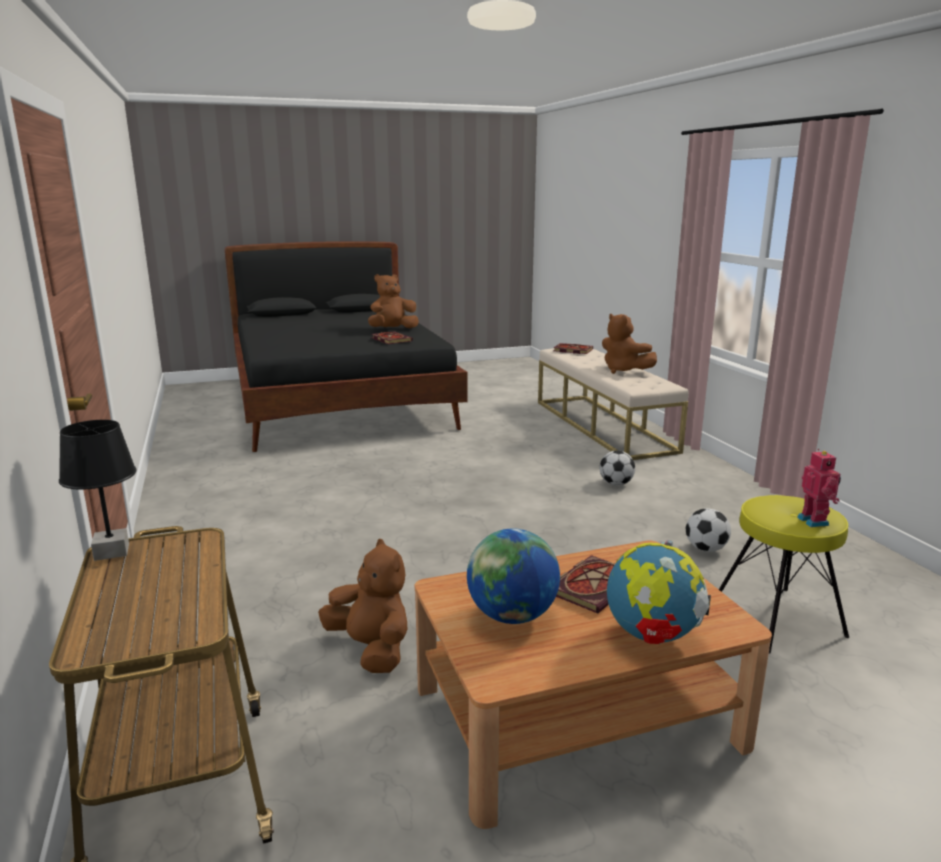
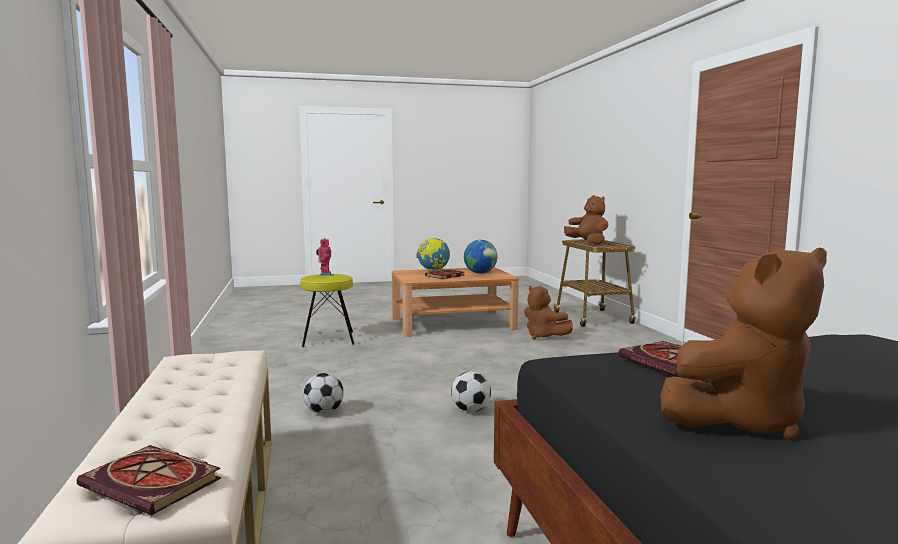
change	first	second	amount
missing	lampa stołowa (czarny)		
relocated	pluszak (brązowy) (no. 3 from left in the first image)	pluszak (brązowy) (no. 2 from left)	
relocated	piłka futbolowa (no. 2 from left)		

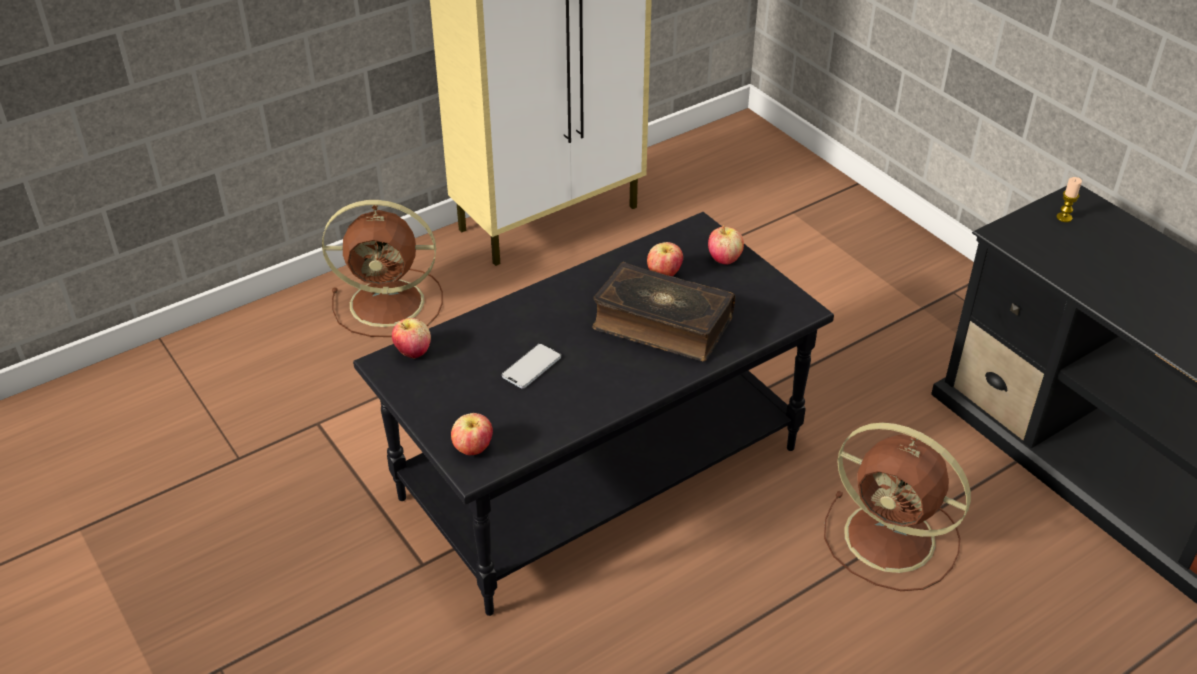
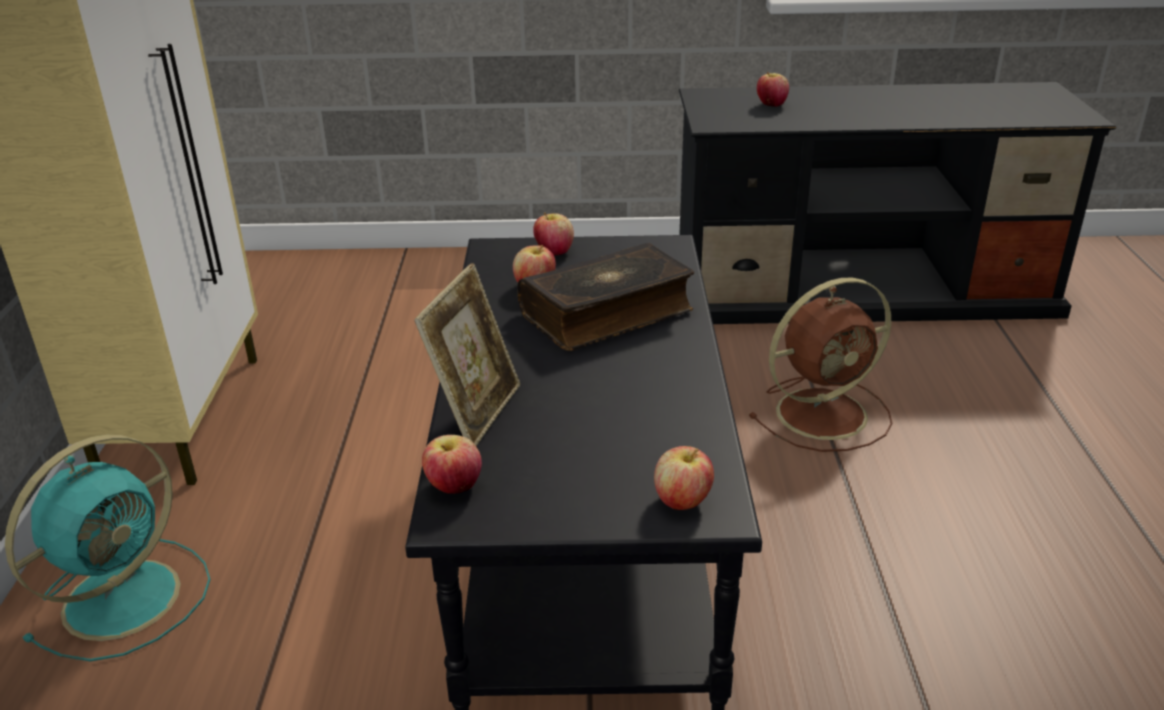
change	first	second	amount
missing	telefon		
missing	świeca		
appeared		ramka na zdjęcie	
appeared		jabłko (no. 5 from left)	
colour	wentylator (brązowy) (no. 1 from left)	wentylator (turkusowy)	

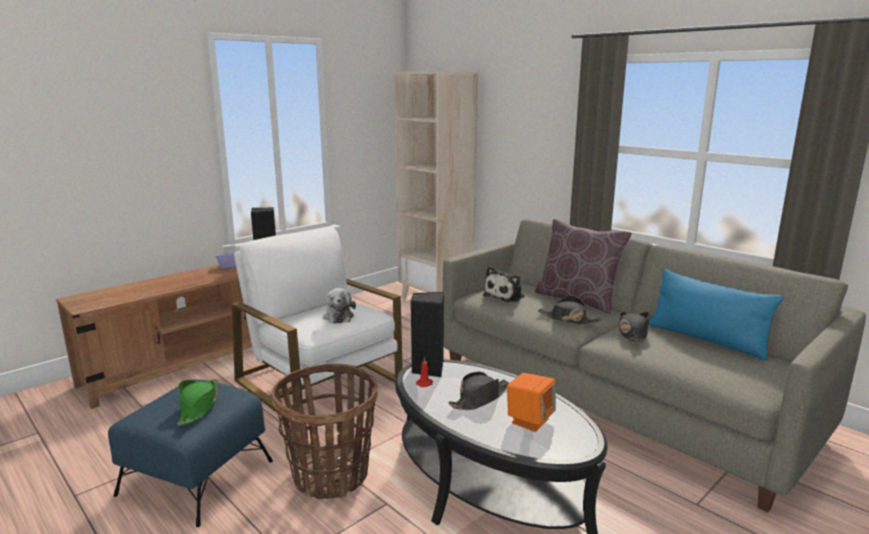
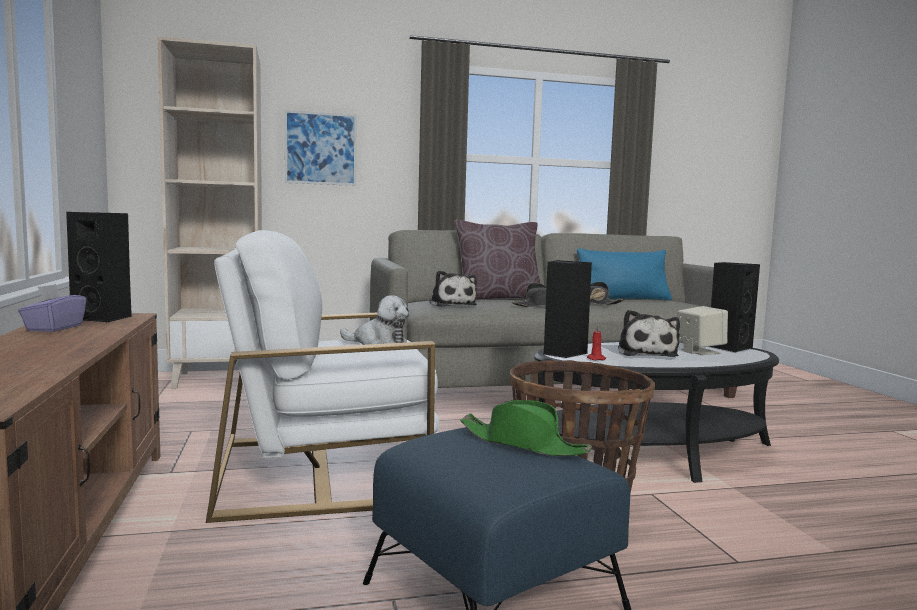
change	first	second	amount
appeared		obraz	
appeared		głośnik (czarny) (no. 3 from left)	
exchanged	kapelusz (czarny) (no. 1 from left)	pluszak (no. 3 from left)	
colour	głośnik (pomarańczowy)	głośnik (beżowy)	

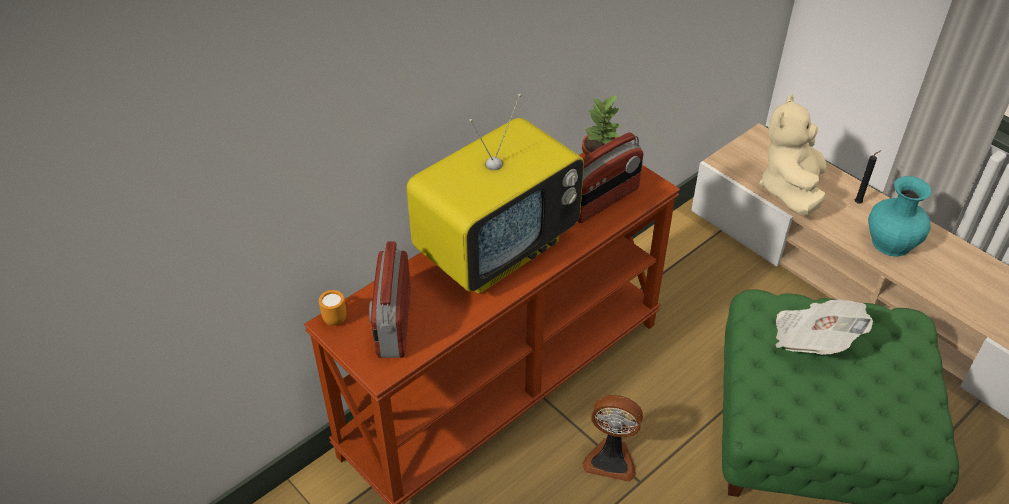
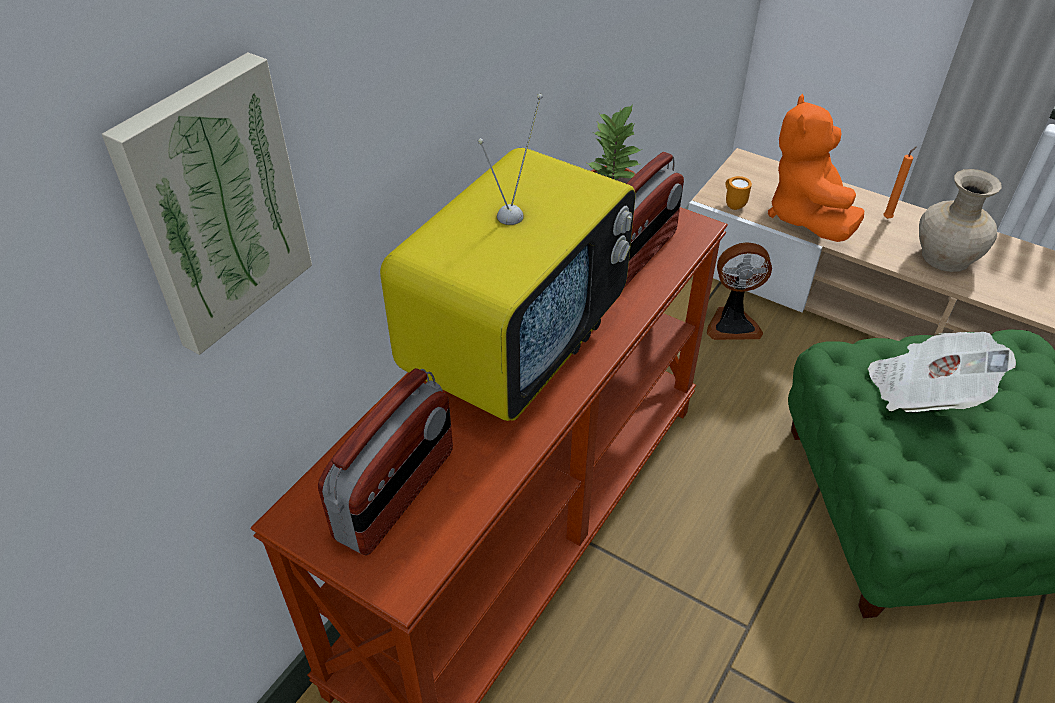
change	first	second	amount
appeared		obraz	
relocated	kubek (pomarańczowy)		
relocated	wentylator		
colour	pluszak (beżowy)	pluszak (pomarańczowy)	
colour	świeca (czarny)	świeca (pomarańczowy)	
colour	wazon (turkusowy)	wazon (beżowy)	
spun	radio (no. 1 from left)		135 degrees counterclockwise

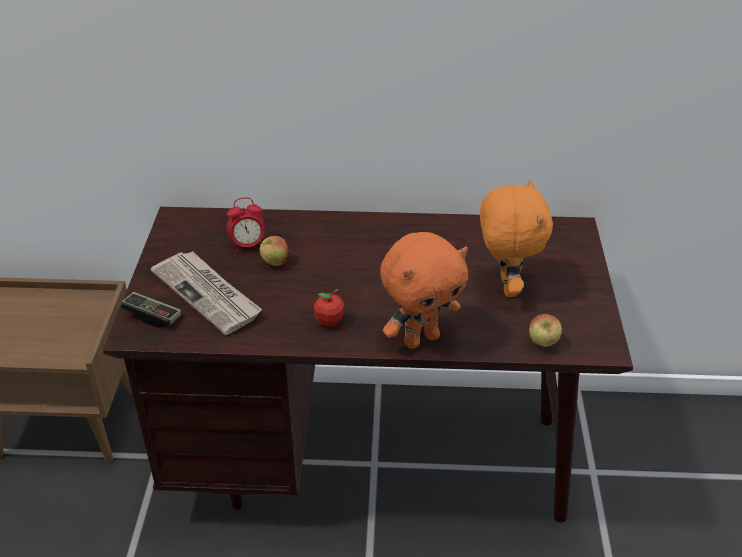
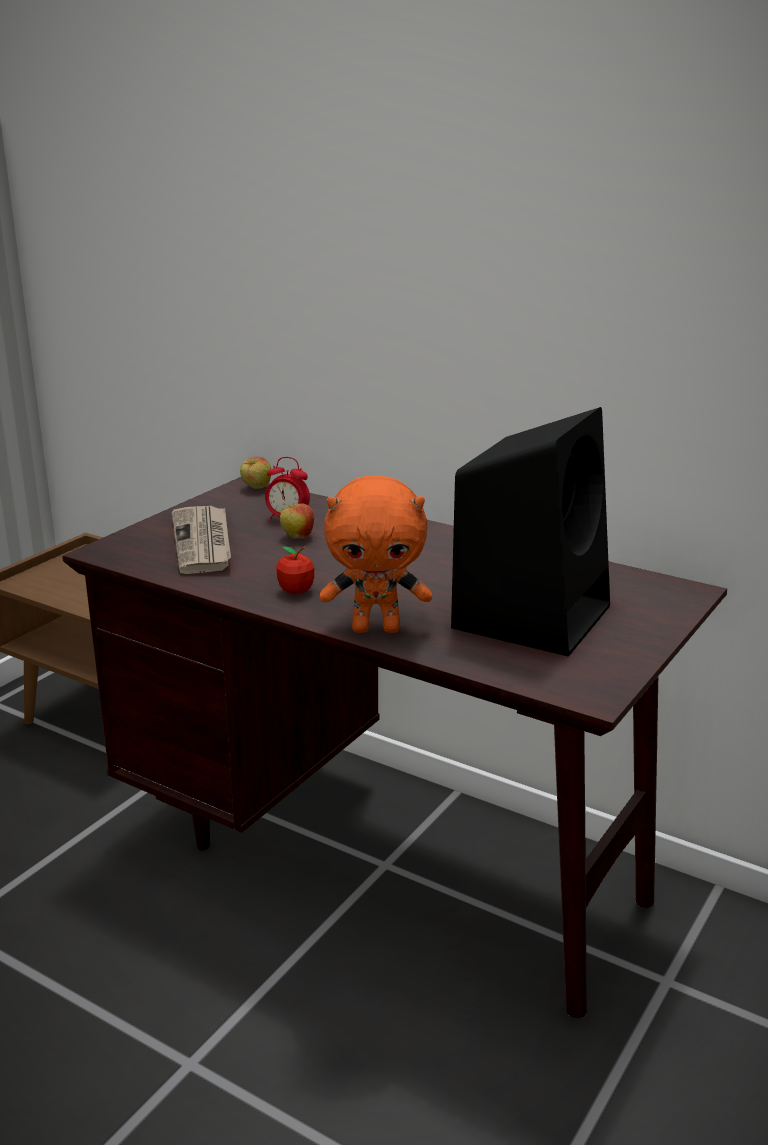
change	first	second	amount
missing	pad do gier		
relocated	jabłko (no. 3 from left in the first image)	jabłko (no. 1 from left)	
exchanged	pluszak (pomarańczowy) (no. 2 from left)	głośnik (czarny)	

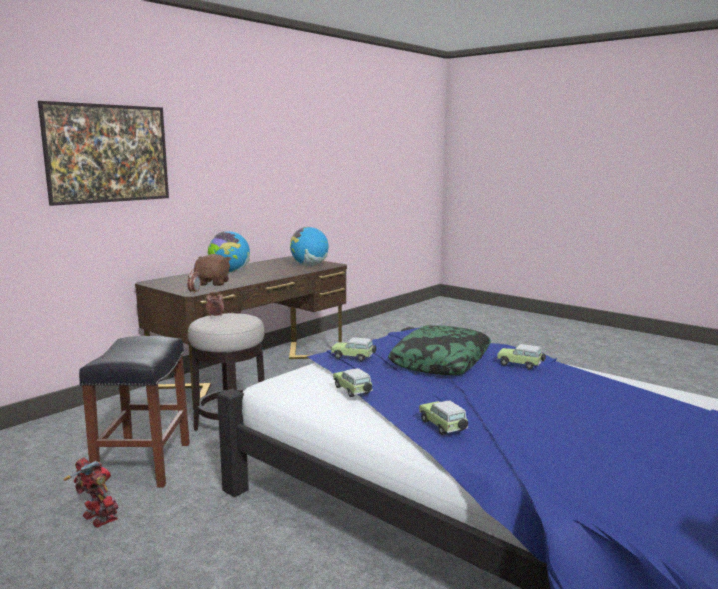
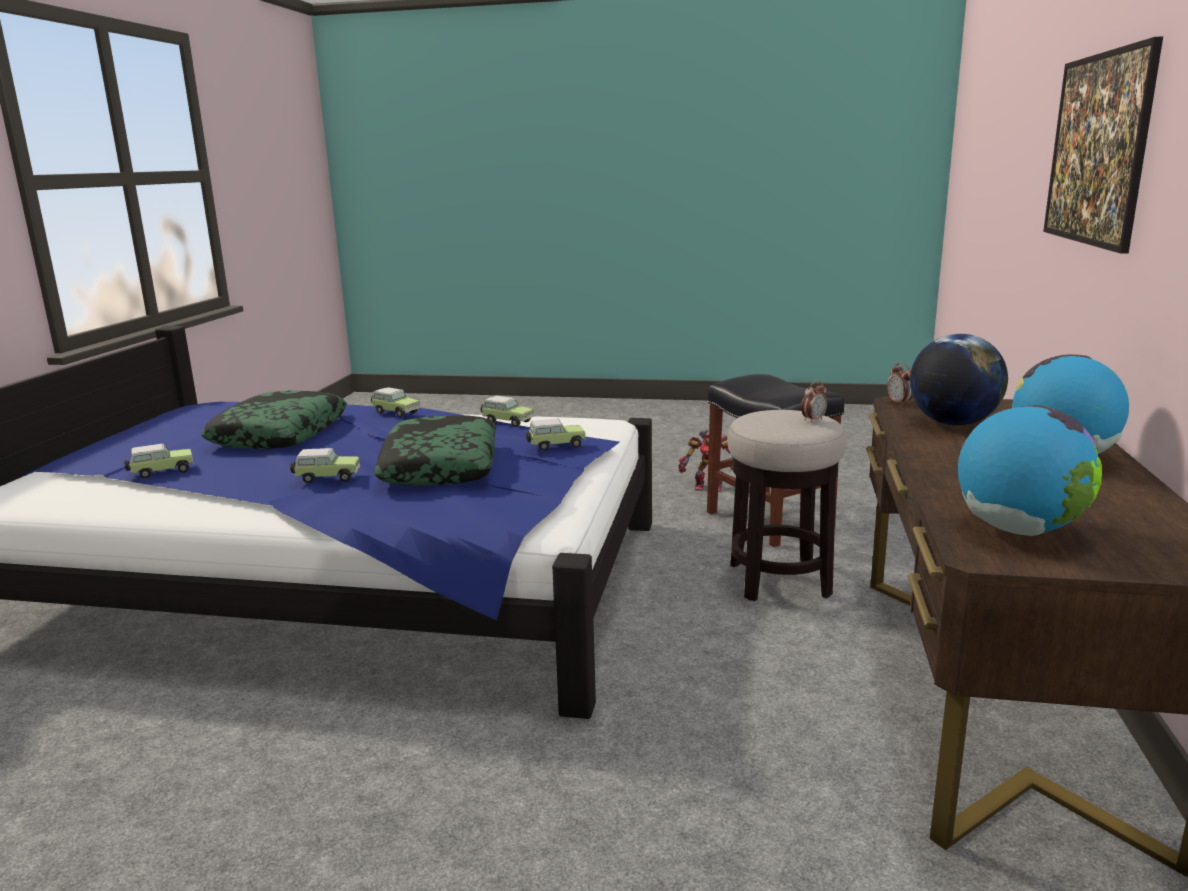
change	first	second	amount
appeared		samochodzik (no. 1 from left)	
appeared		poduszka (no. 1 from left)	
exchanged	pluszak (brązowy)	globus (no. 1 from left)	

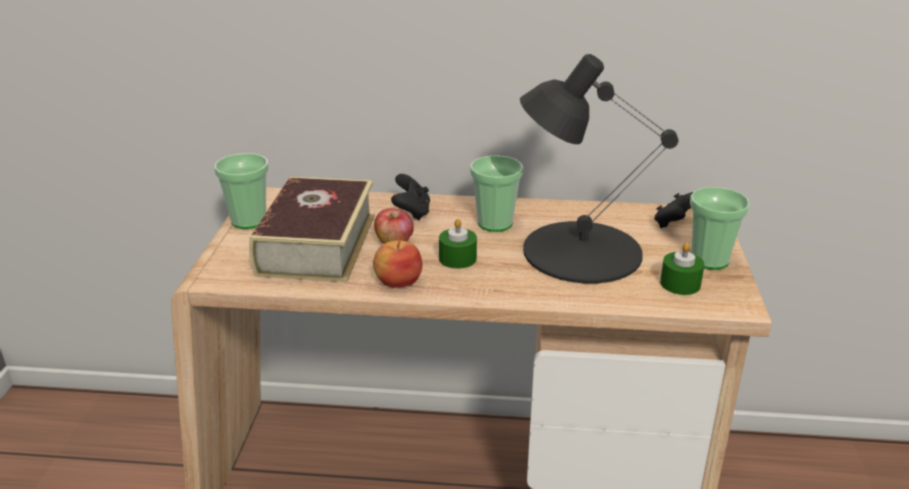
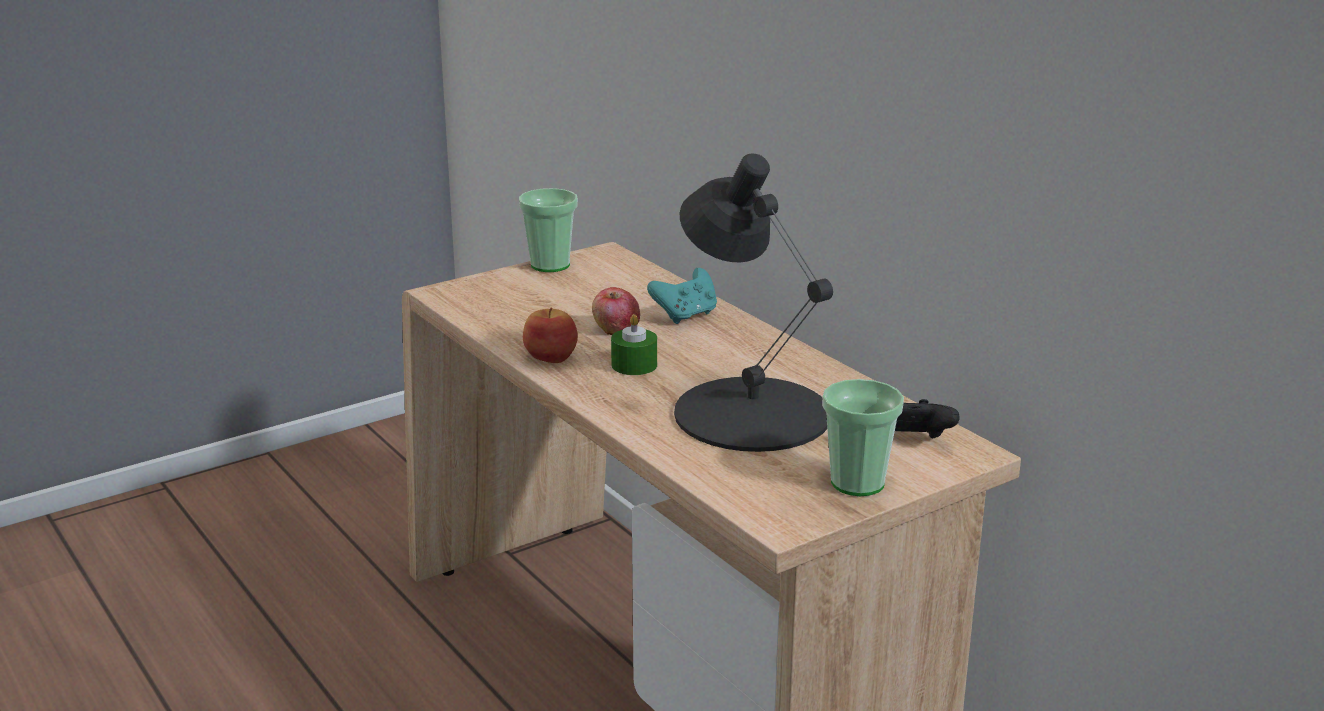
change	first	second	amount
missing	książka		
missing	filiżanka (no. 2 from left)		
missing	świeca (zielony) (no. 2 from left)		
colour	pad do gier (czarny) (no. 1 from left)	pad do gier (turkusowy)	

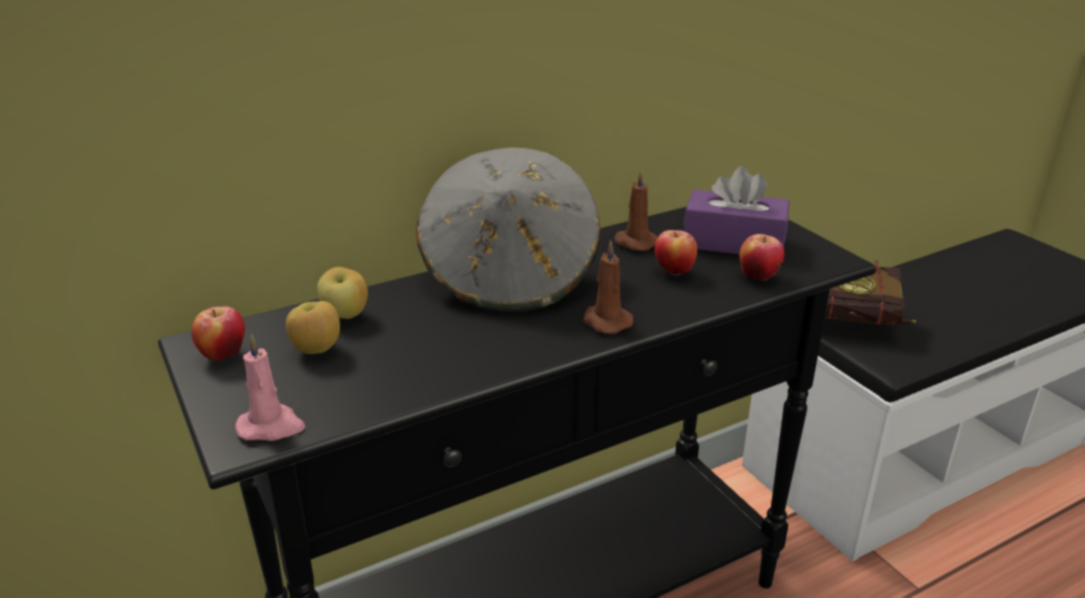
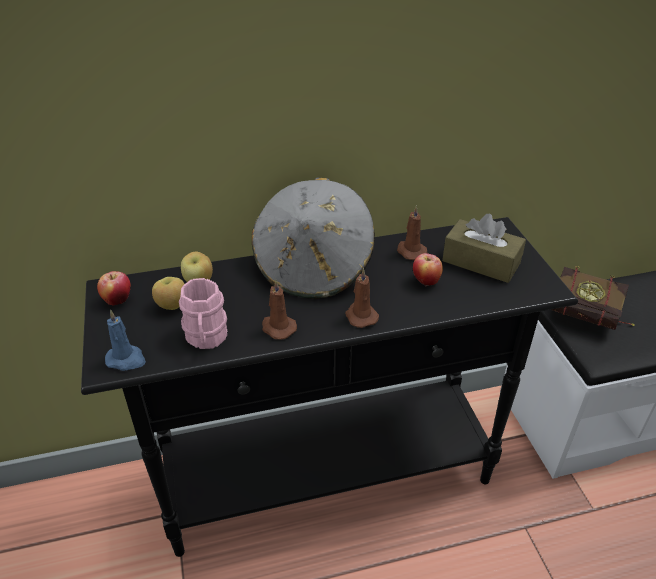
change	first	second	amount
missing	jabłko (no. 5 from left)		
appeared		kubek (różowy)	
appeared		świeca (brązowy) (no. 1 from left)	
colour	świeca (różowy)	świeca (niebieski)	
colour	pudełko chusteczek (fioletowy)	pudełko chusteczek (brązowy)	

